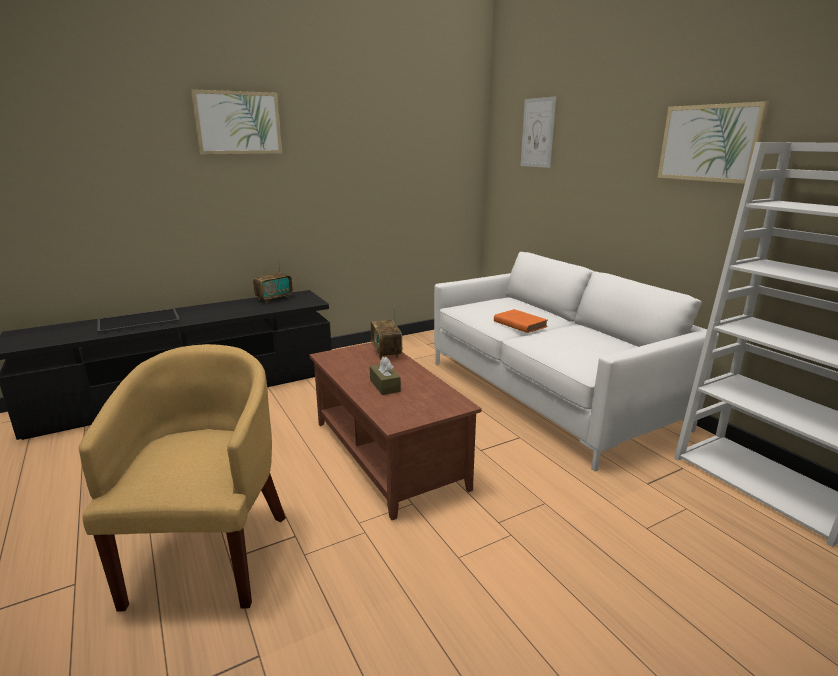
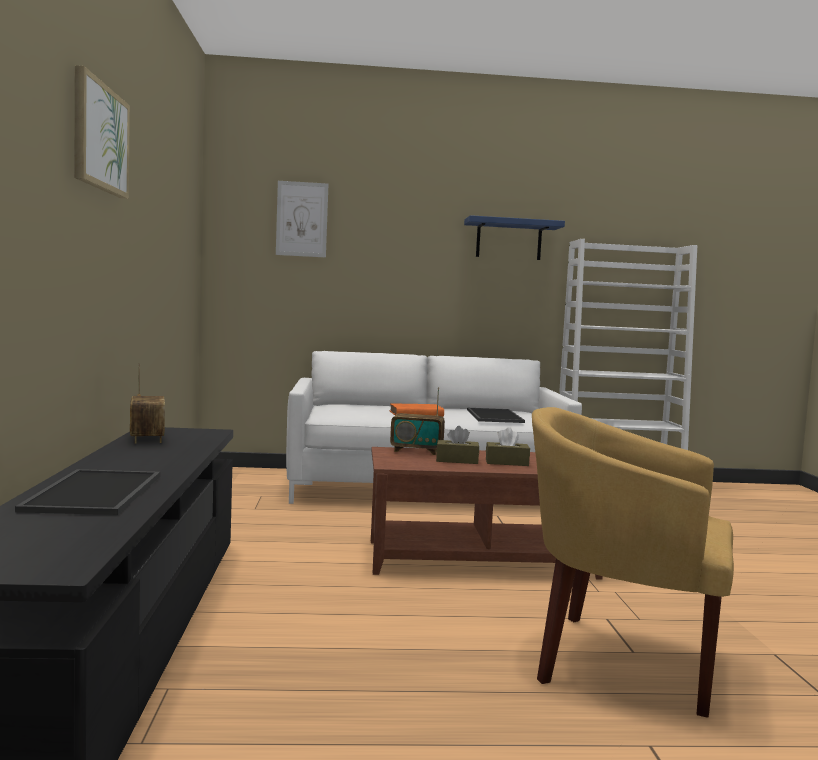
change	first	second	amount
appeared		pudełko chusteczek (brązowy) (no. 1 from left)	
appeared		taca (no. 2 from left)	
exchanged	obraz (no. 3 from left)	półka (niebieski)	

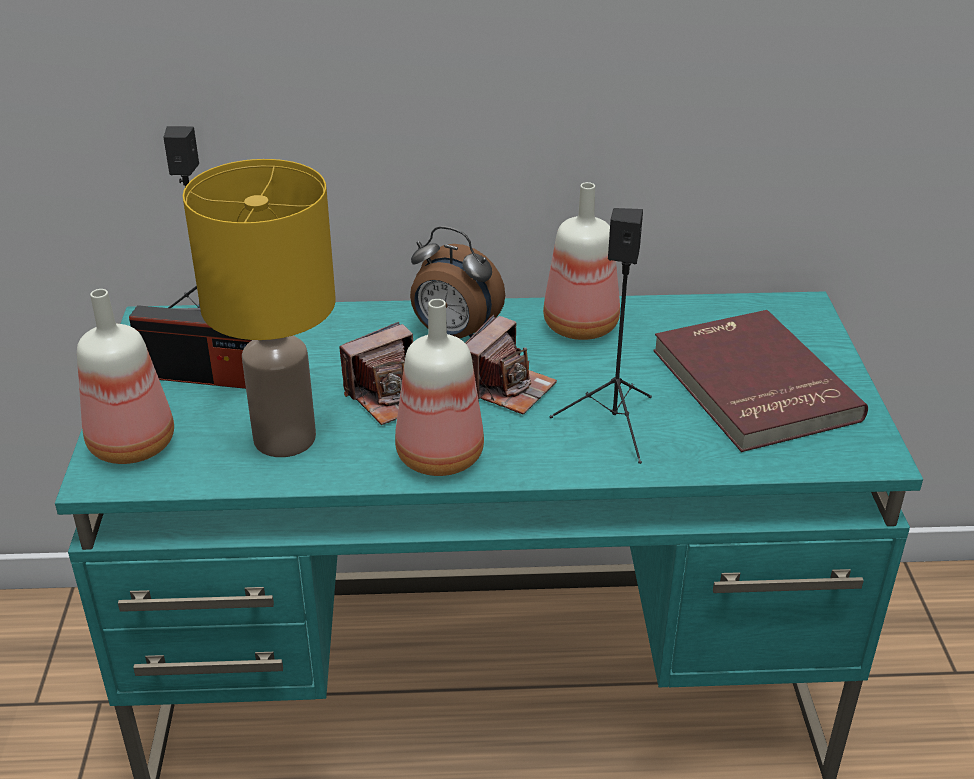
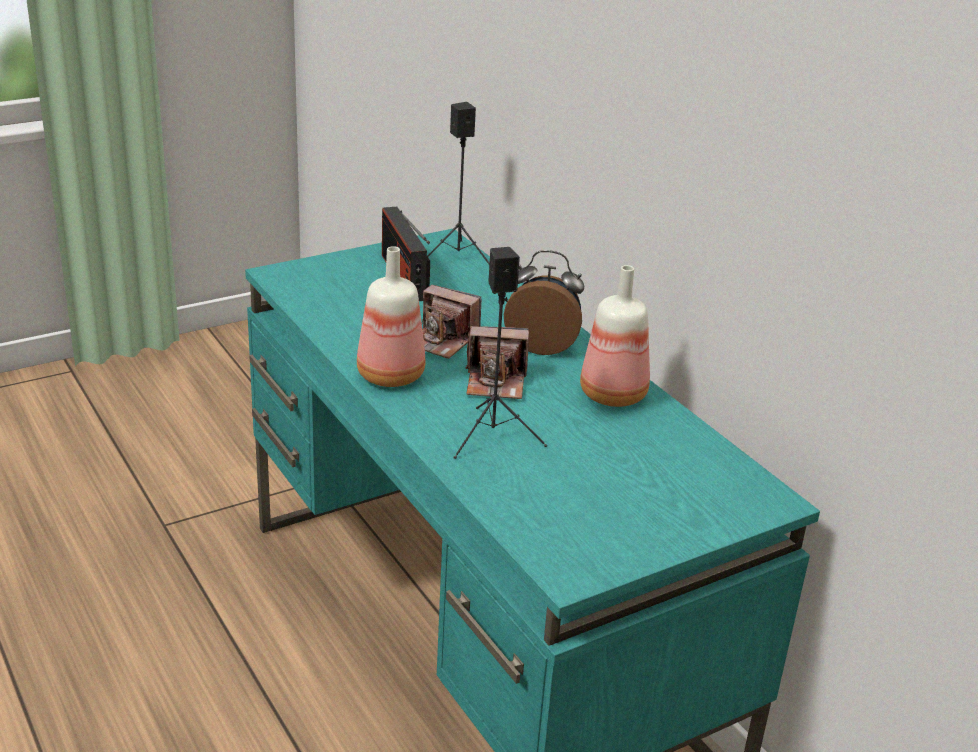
change	first	second	amount
missing	butelka (no. 1 from left)		
missing	lampa stołowa (żółty)		
missing	książka (czerwony)		
spun	budzik		105 degrees clockwise

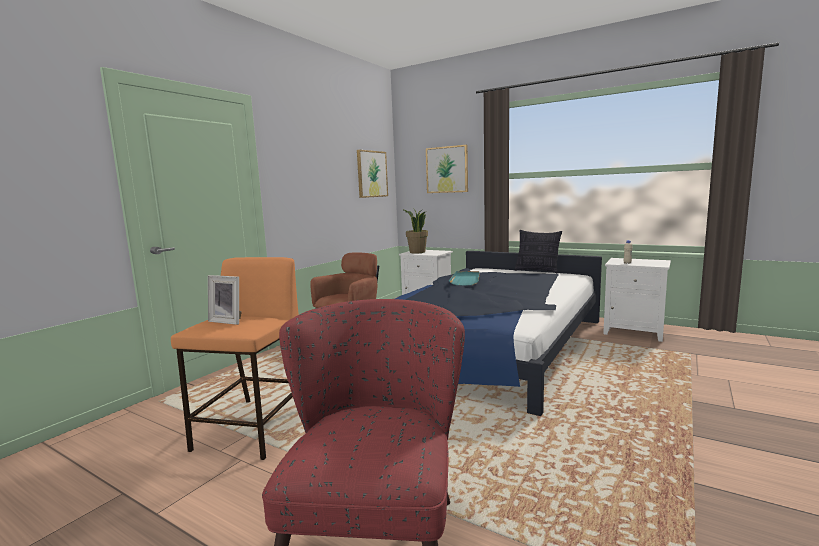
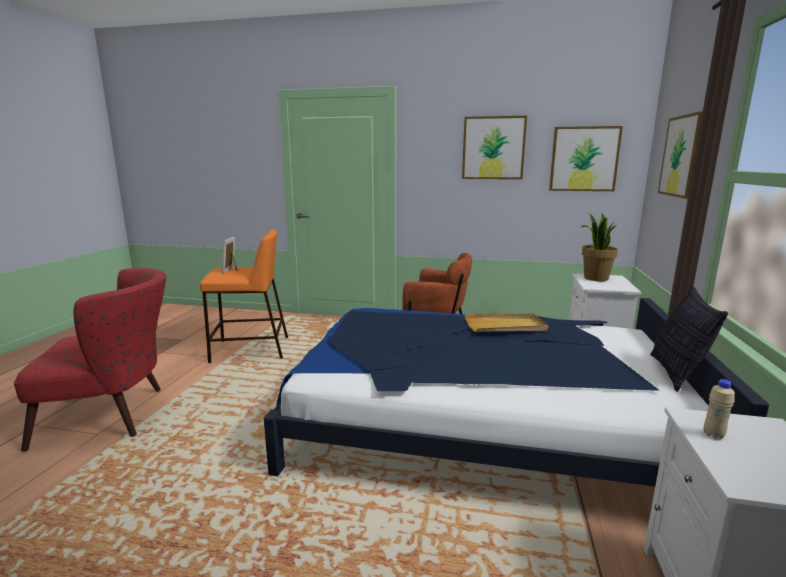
change	first	second	amount
appeared		obraz (no. 1 from left)	
colour	taca (turkusowy)	taca (beżowy)	

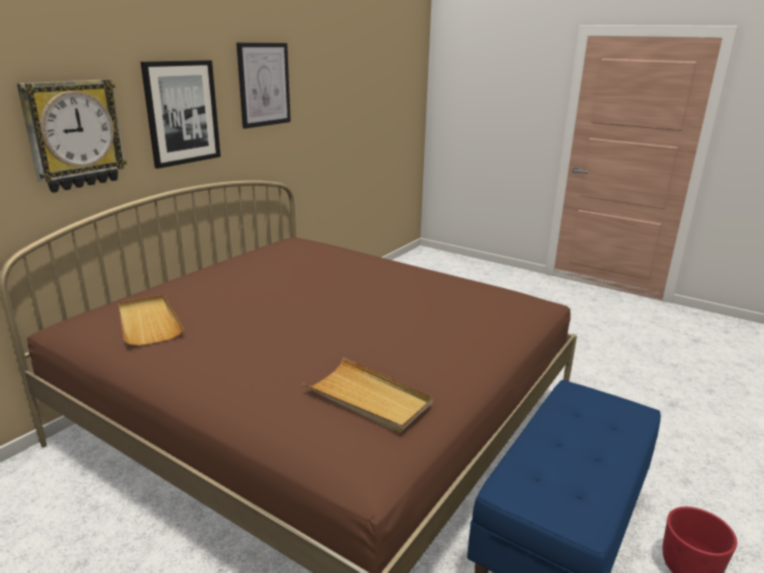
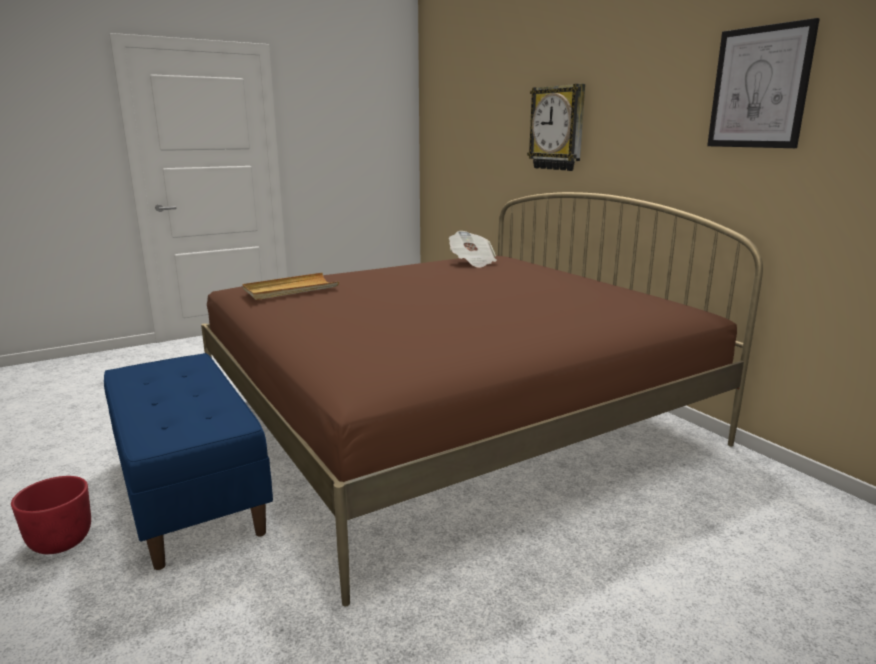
change	first	second	amount
missing	obraz (no. 1 from left)		
exchanged	taca (beżowy) (no. 1 from left)	gazeta	

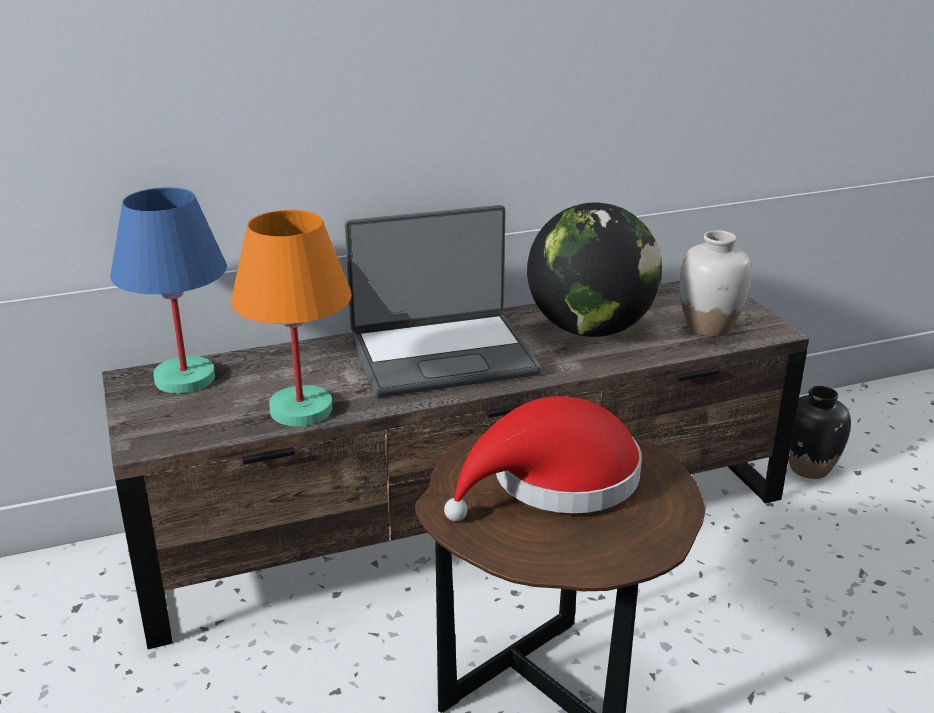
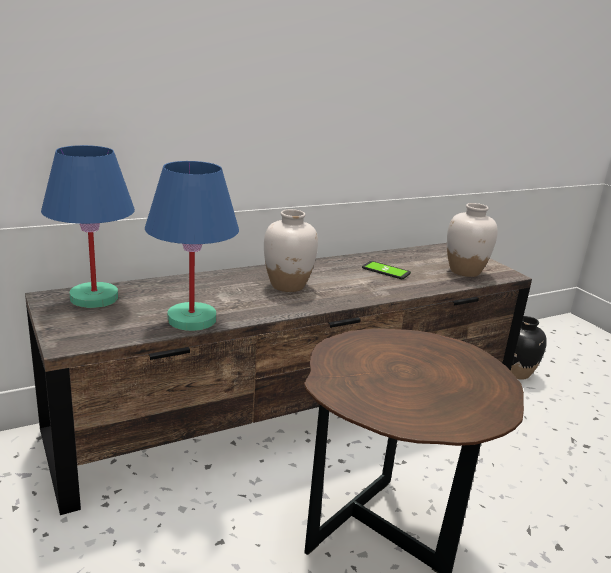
change	first	second	amount
missing	kapelusz (czerwony)		
exchanged	laptop	wazon (biały) (no. 1 from left)	
exchanged	globus	telefon	
colour	lampa stołowa (pomarańczowy)	lampa stołowa (niebieski) (no. 2 from left)	

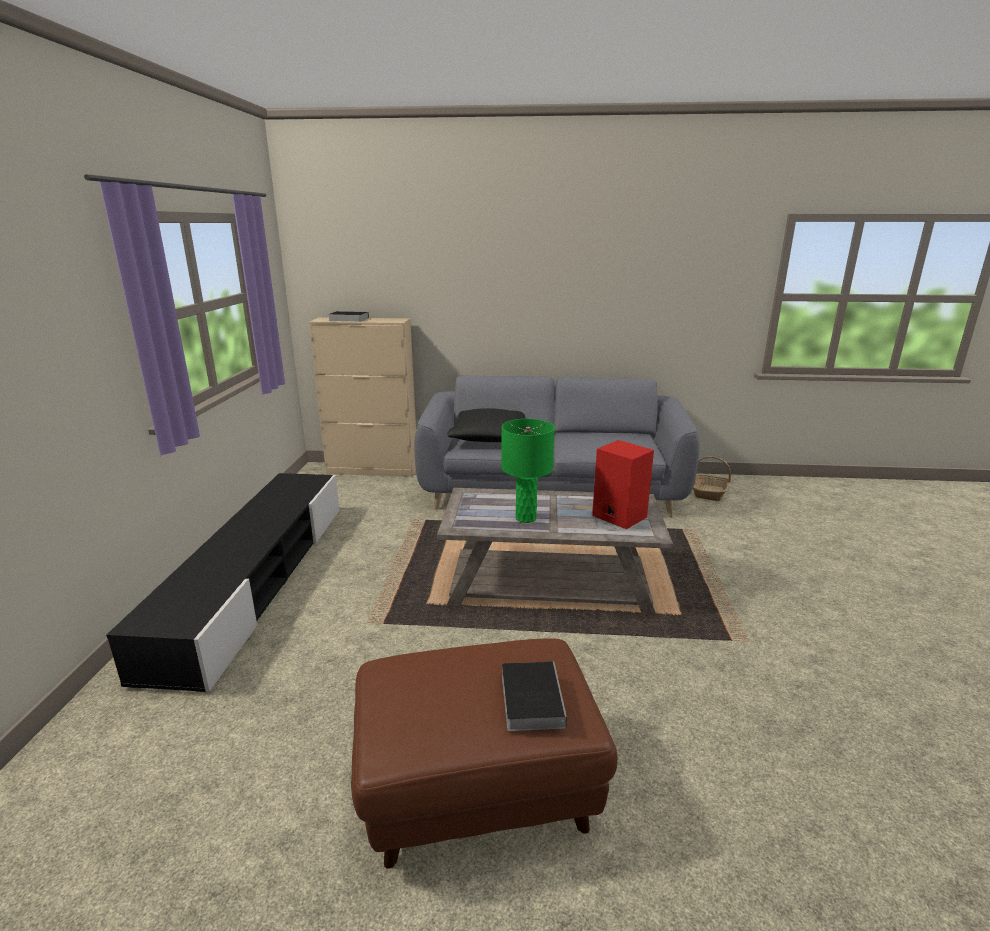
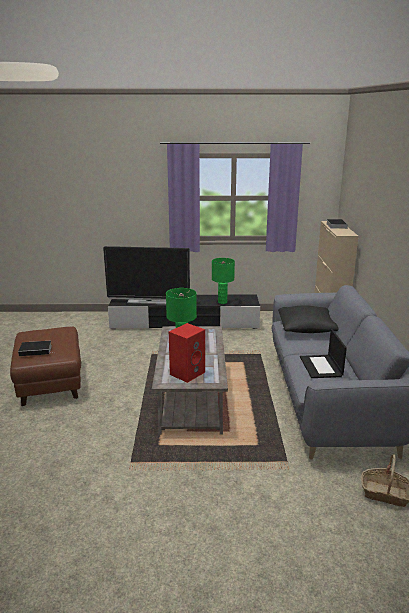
change	first	second	amount
appeared		telewizor	
appeared		lampa stołowa (zielony) (no. 2 from left)	
appeared		laptop	

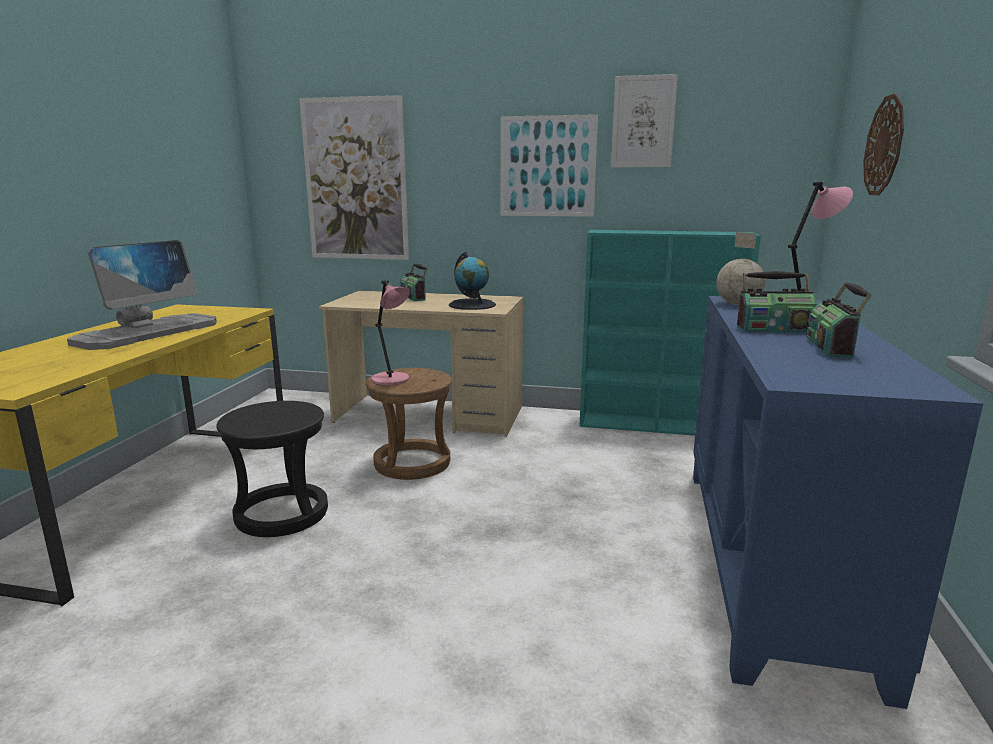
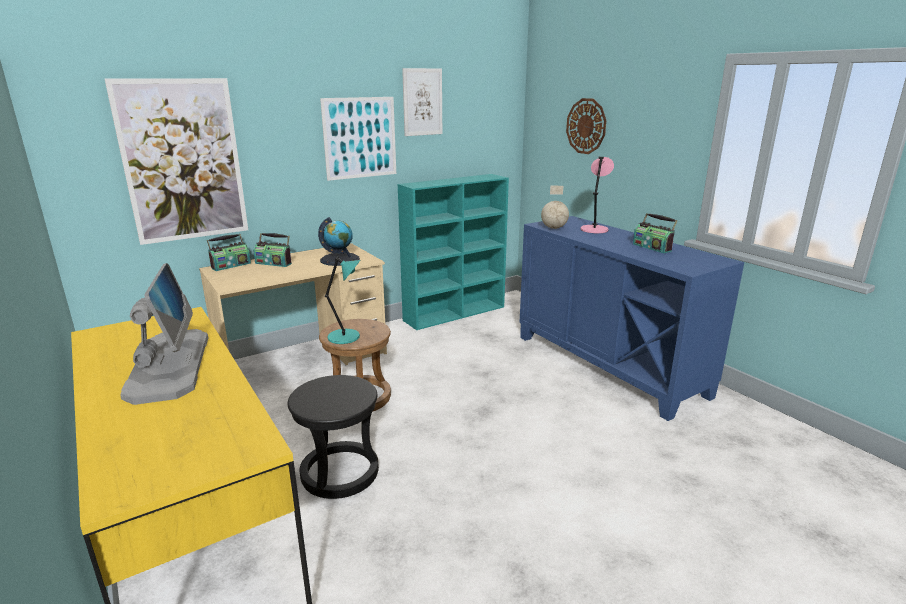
change	first	second	amount
relocated	radio (no. 2 from left in the first image)	radio (no. 1 from left)	
colour	lampa stołowa (różowy) (no. 1 from left)	lampa stołowa (turkusowy)	

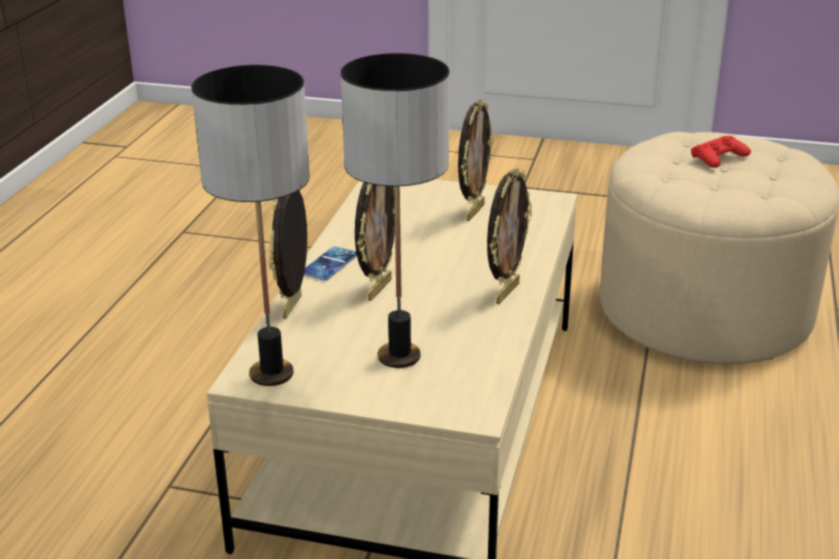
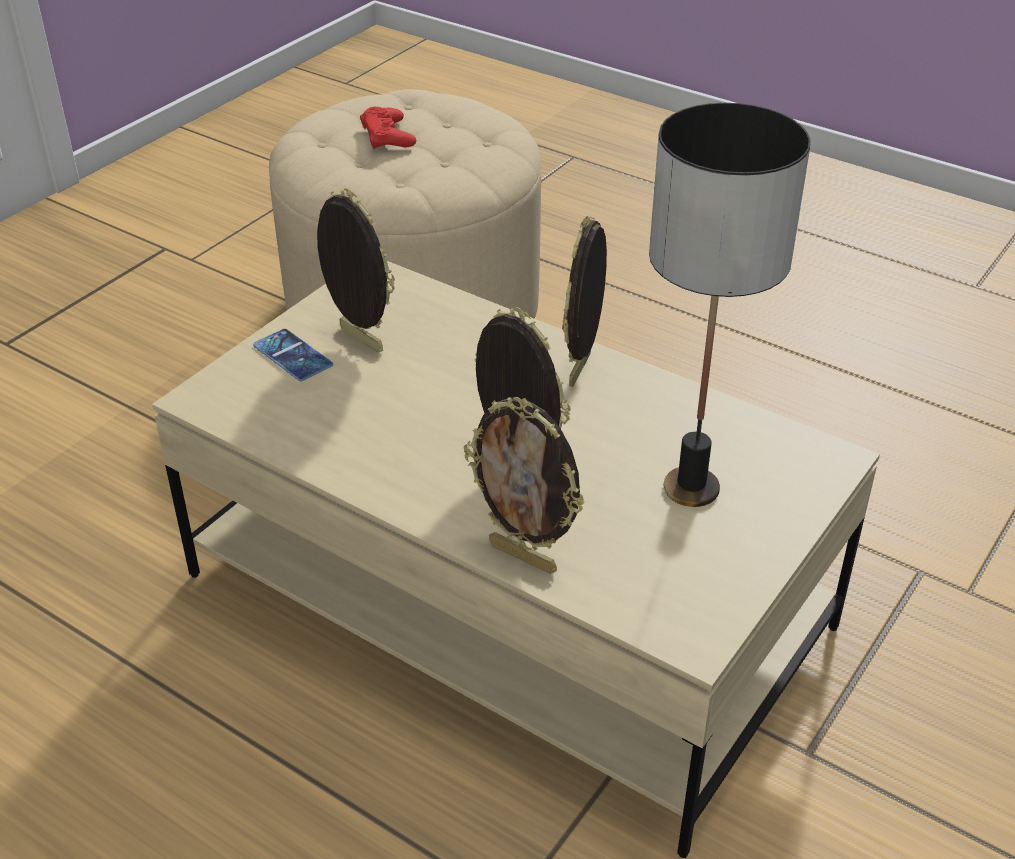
change	first	second	amount
missing	lampa stołowa (no. 1 from left)		
relocated	telefon		
spun	ramka na zdjęcie (no. 4 from left)		120 degrees counterclockwise

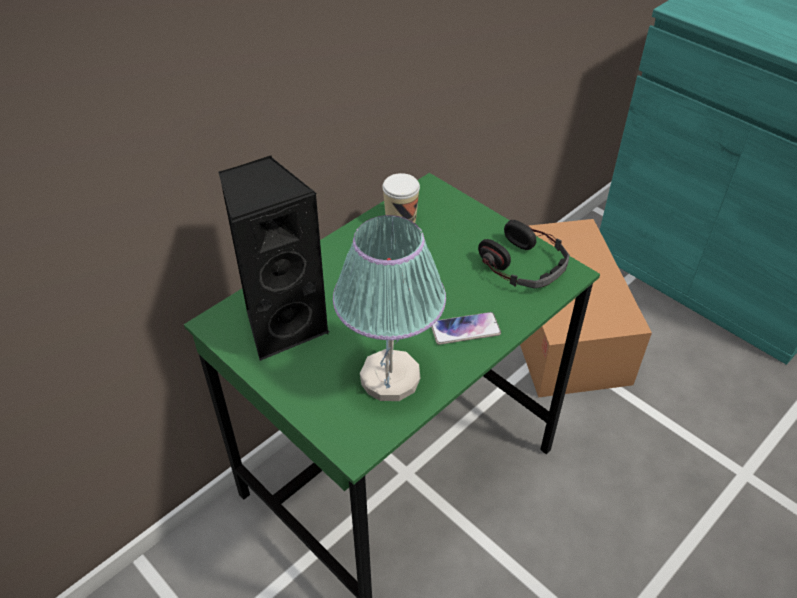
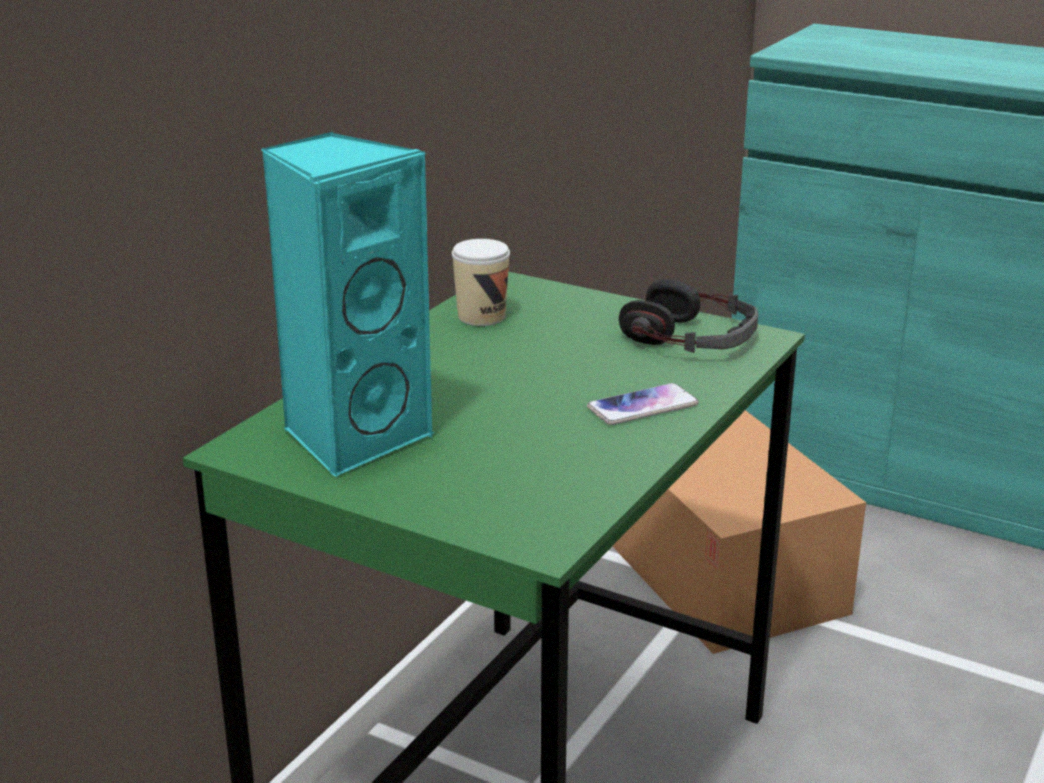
change	first	second	amount
missing	lampa stołowa		
colour	głośnik (czarny)	głośnik (turkusowy)	

